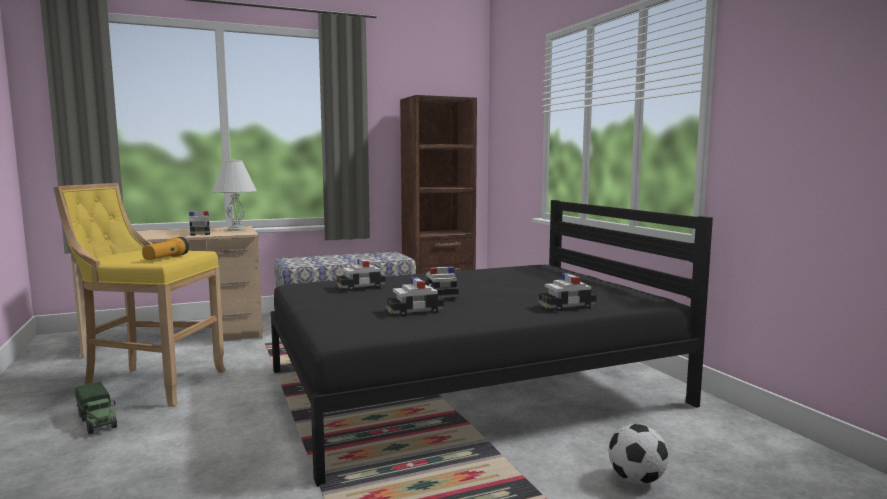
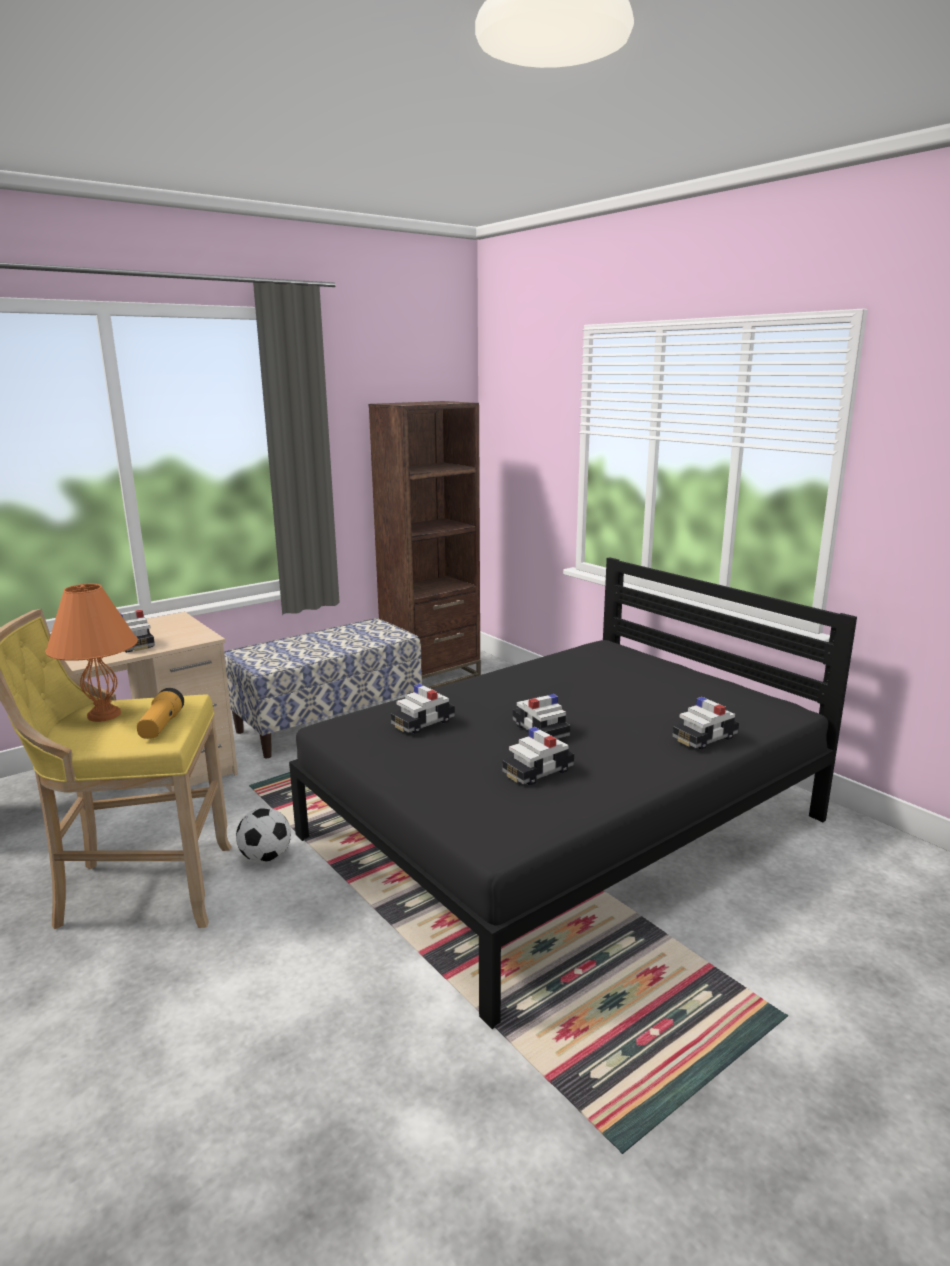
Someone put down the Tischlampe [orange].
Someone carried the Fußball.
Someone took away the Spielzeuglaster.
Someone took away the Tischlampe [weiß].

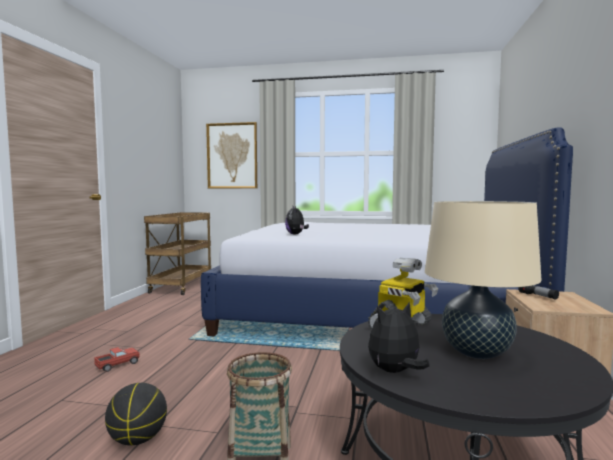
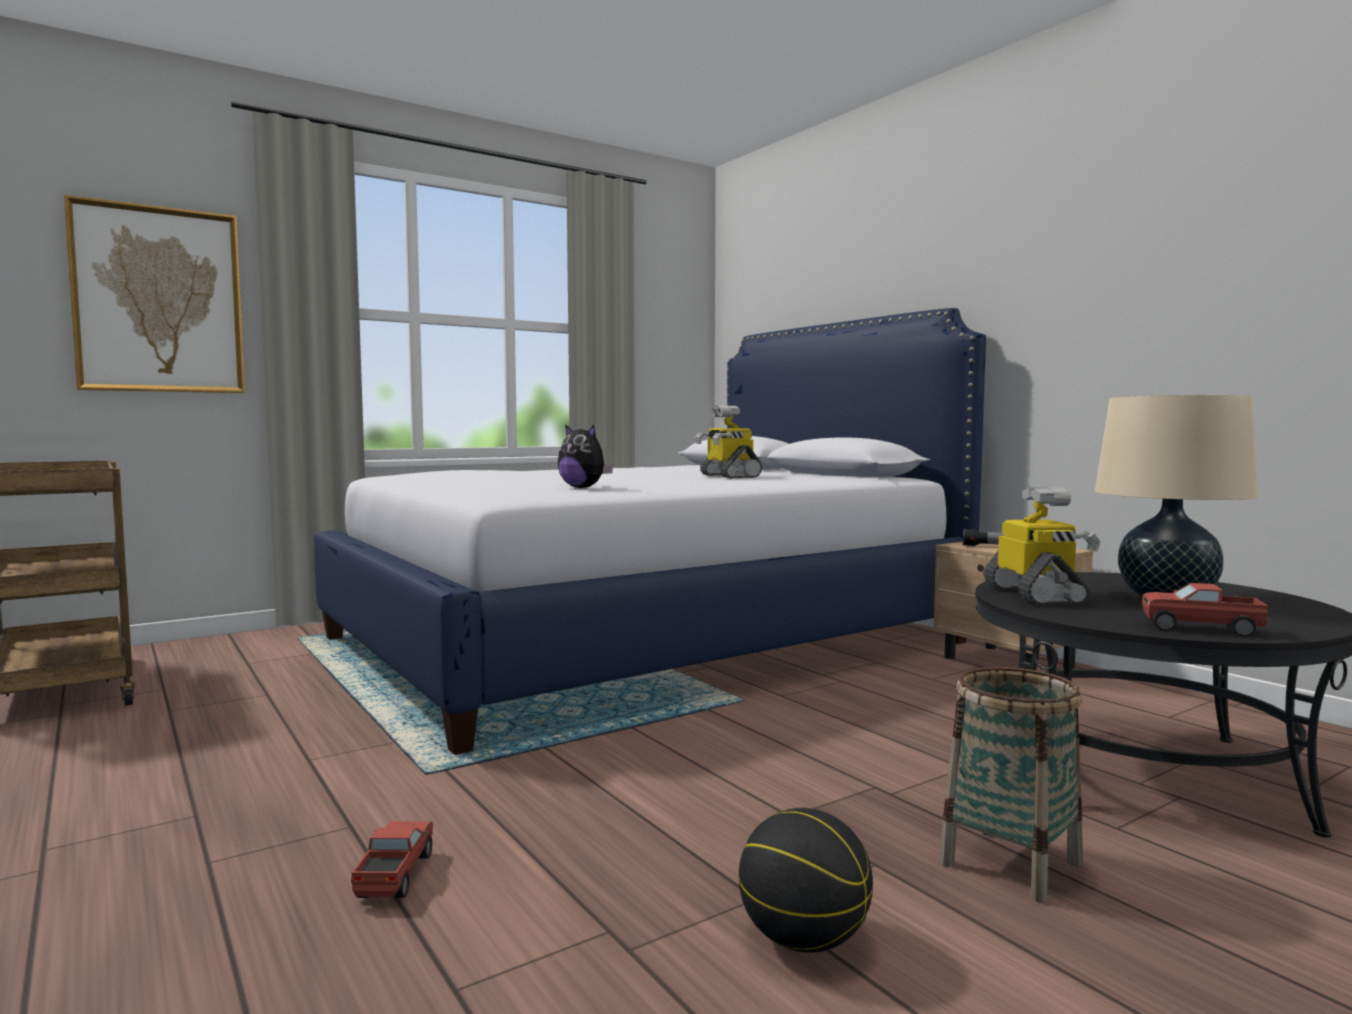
Someone put down the Spielzeugroboter (no. 1 from left).
Someone swapped the Plüschtier (no. 2 from left) for the Spielzeuglaster (no. 2 from left).

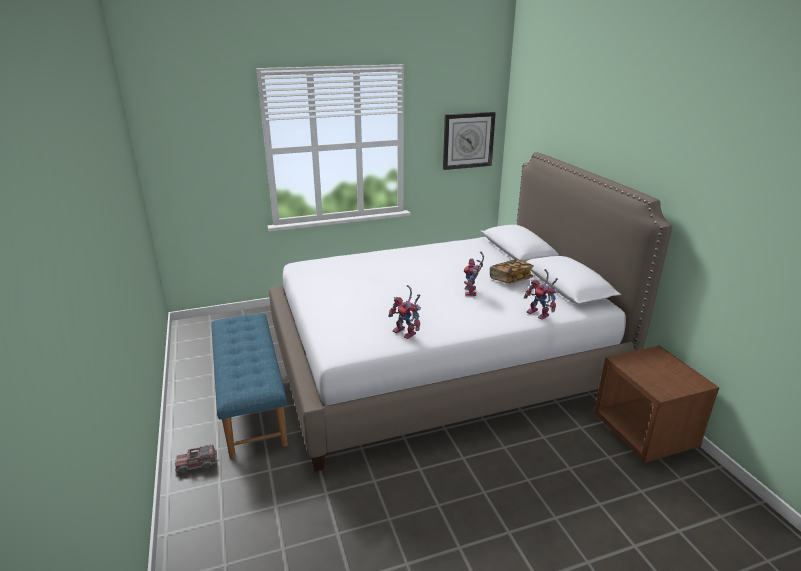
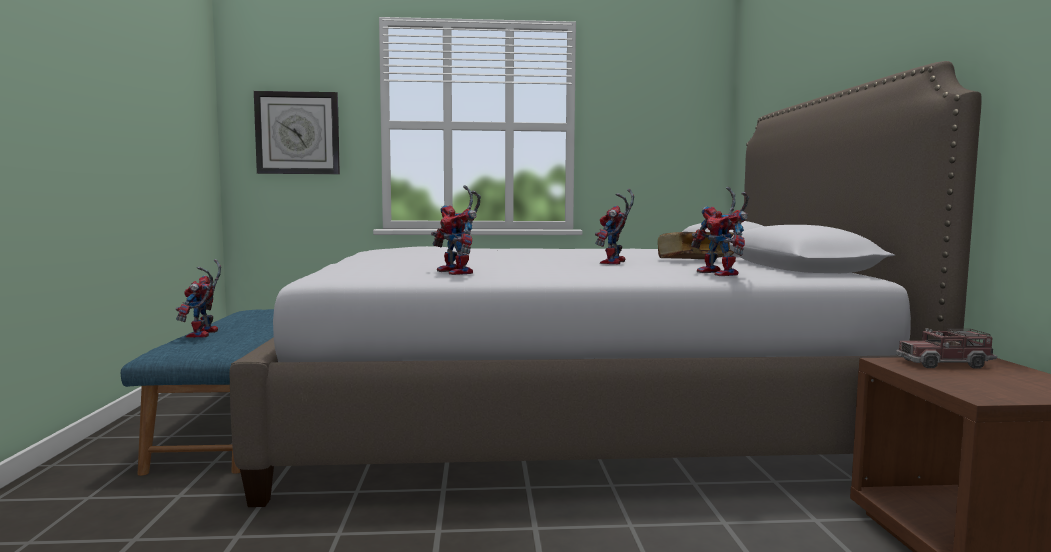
Someone put down the Spielzeugroboter (no. 1 from left).
Someone carried the Wanduhr.
Someone carried the Spielzeuglaster.

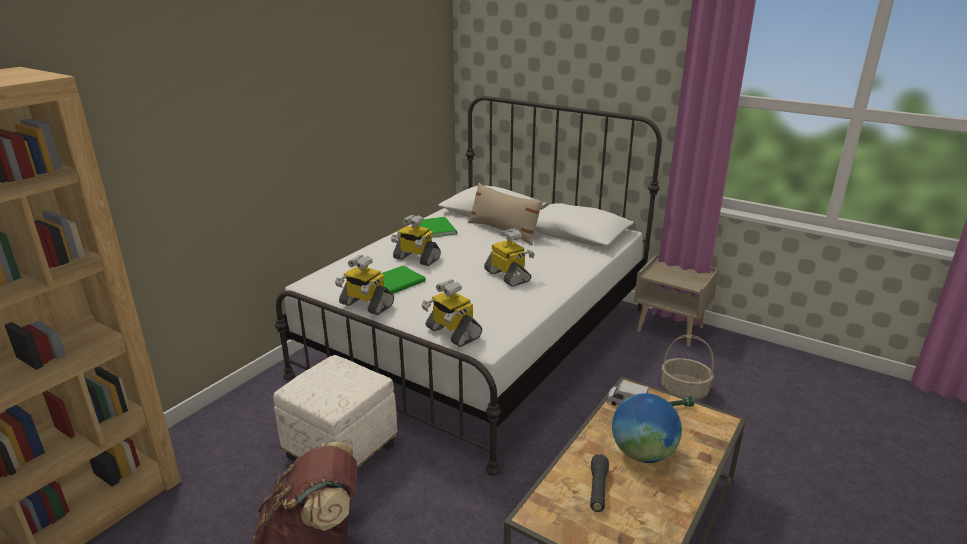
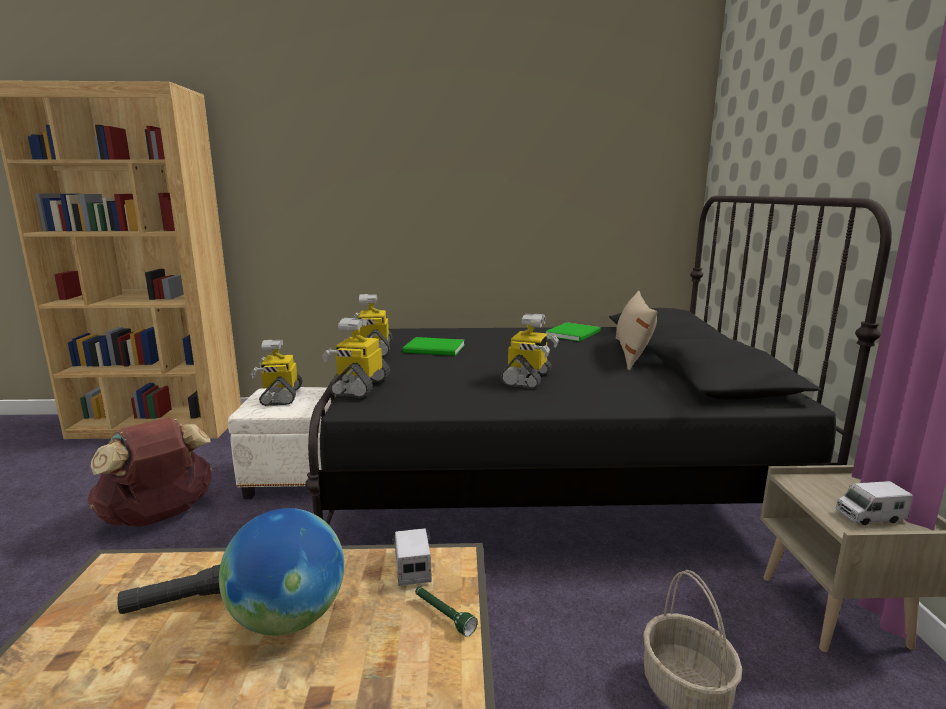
Someone carried the Spielzeugroboter (no. 2 from left in the first image).
Someone repainted the Bett [weiß], which became the Bett [schwarz].
Someone put down the Spielzeuglaster (no. 2 from left).

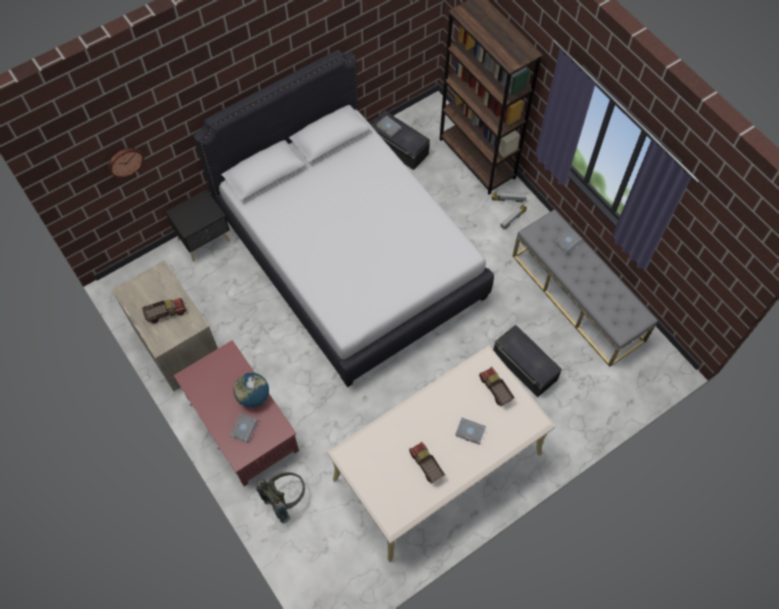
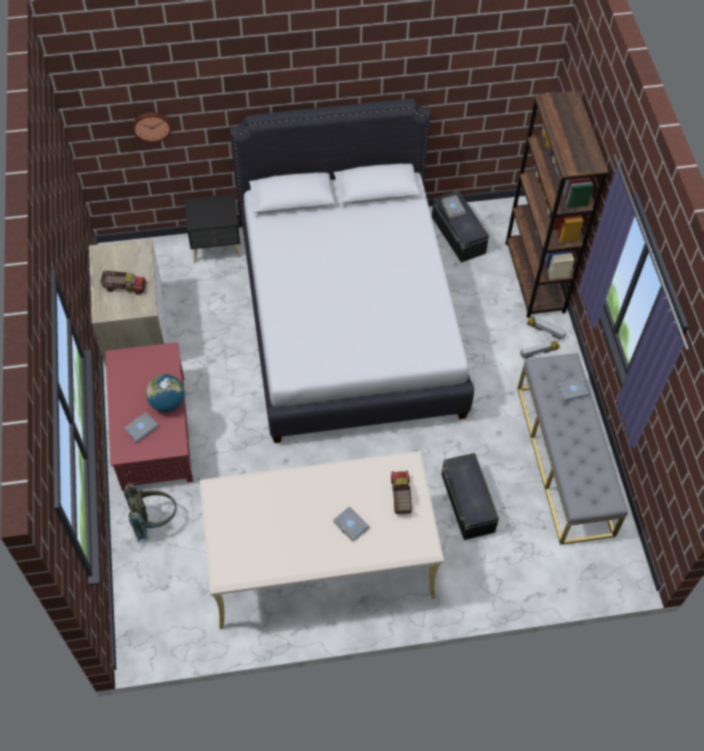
Someone took away the Spielzeuglaster (no. 2 from left).

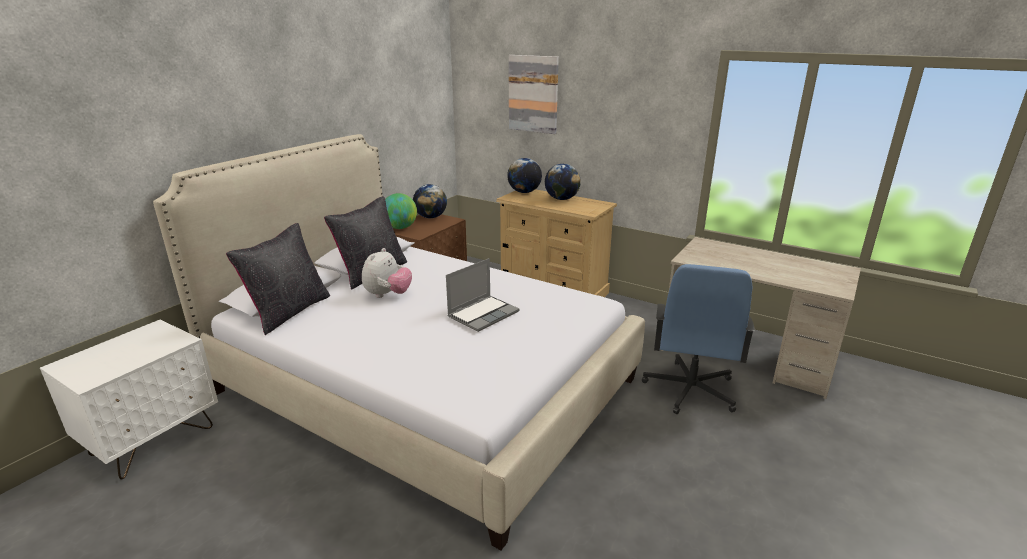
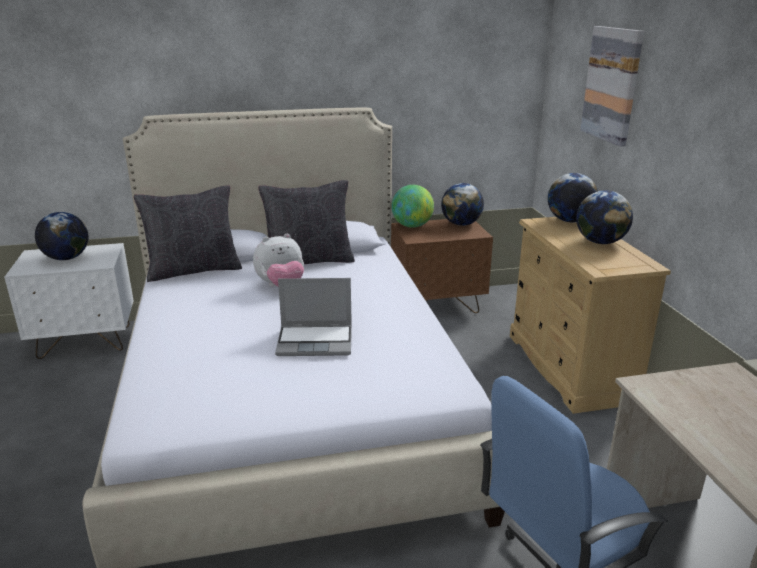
Someone put down the Globus (no. 1 from left).

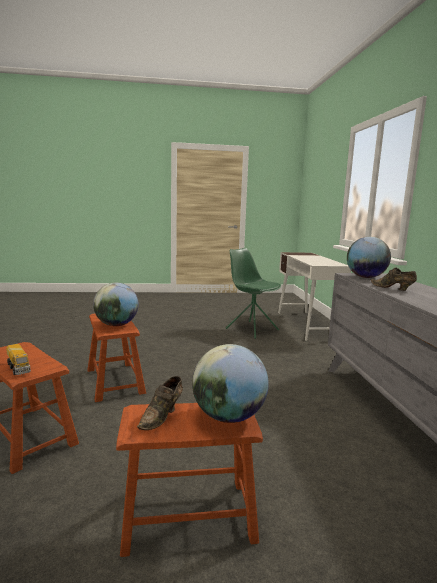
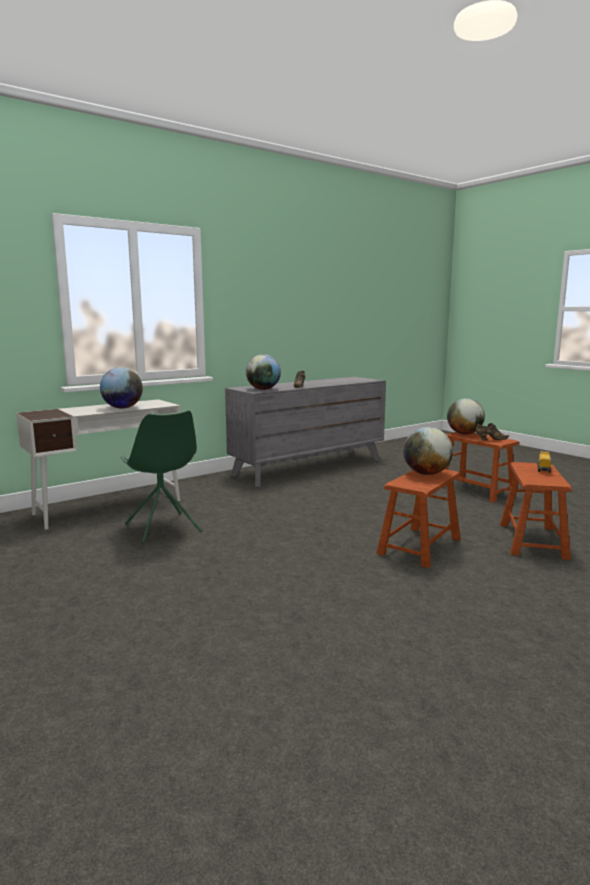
Someone put down the Globus (no. 1 from left).
Someone rotated the Stuhl [grün] by 45 degrees counterclockwise.

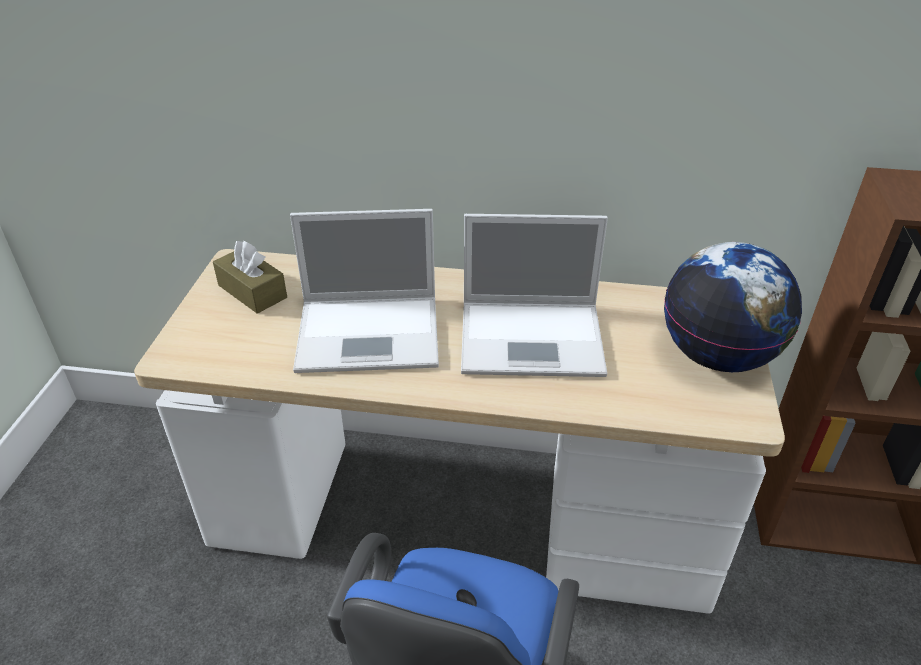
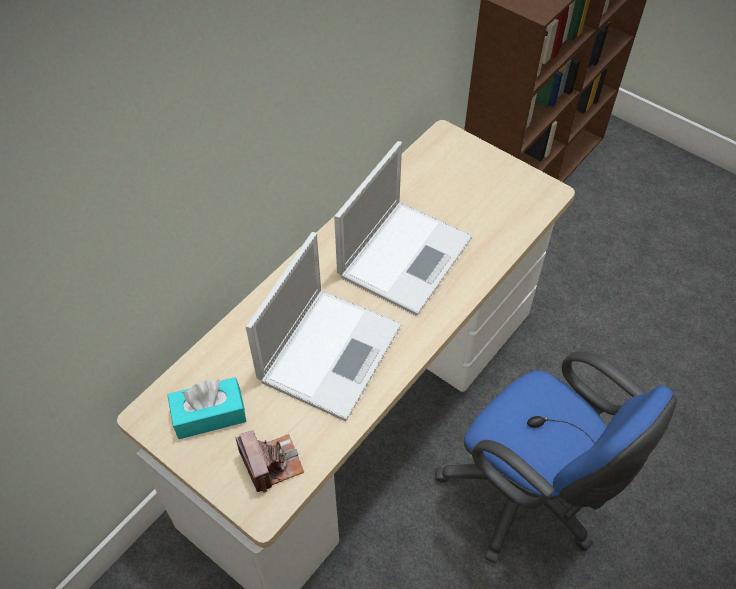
Someone repainted the Taschentuchbox [braun], which became the Taschentuchbox [türkis].
Someone put down the Kamera.
Someone took away the Globus.

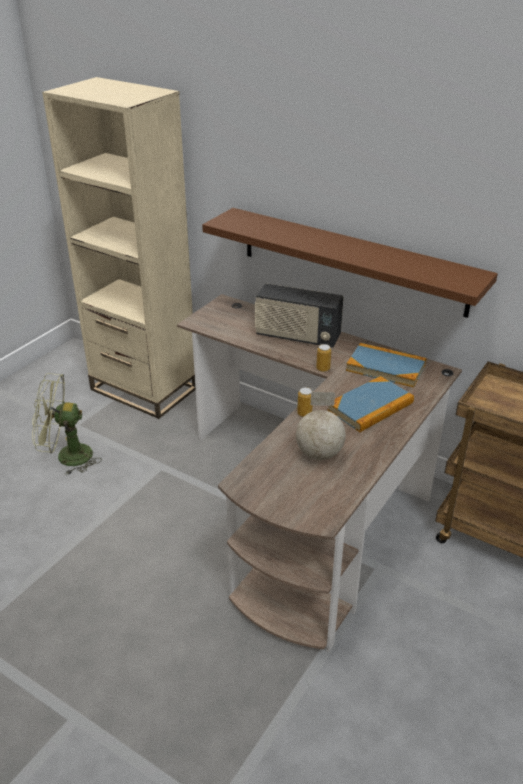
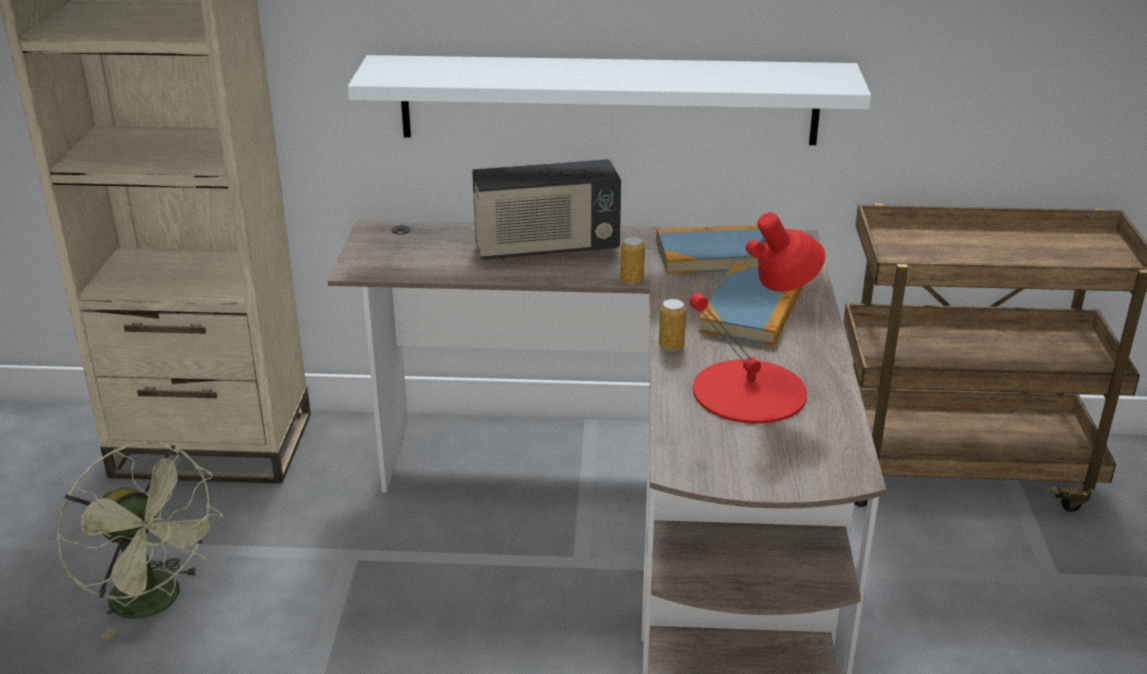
Someone rotated the Ventilator [grün] by 105 degrees counterclockwise.
Someone repainted the Wandregal [braun], which became the Wandregal [weiß].
Someone swapped the Globus for the Tischlampe [rot].

